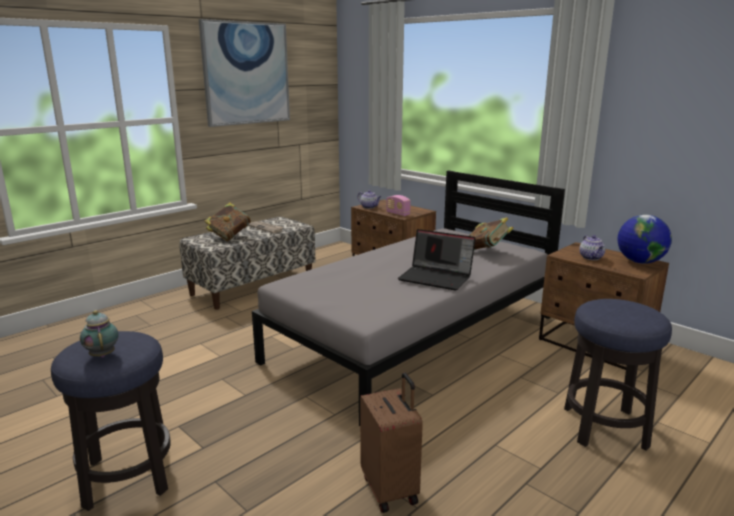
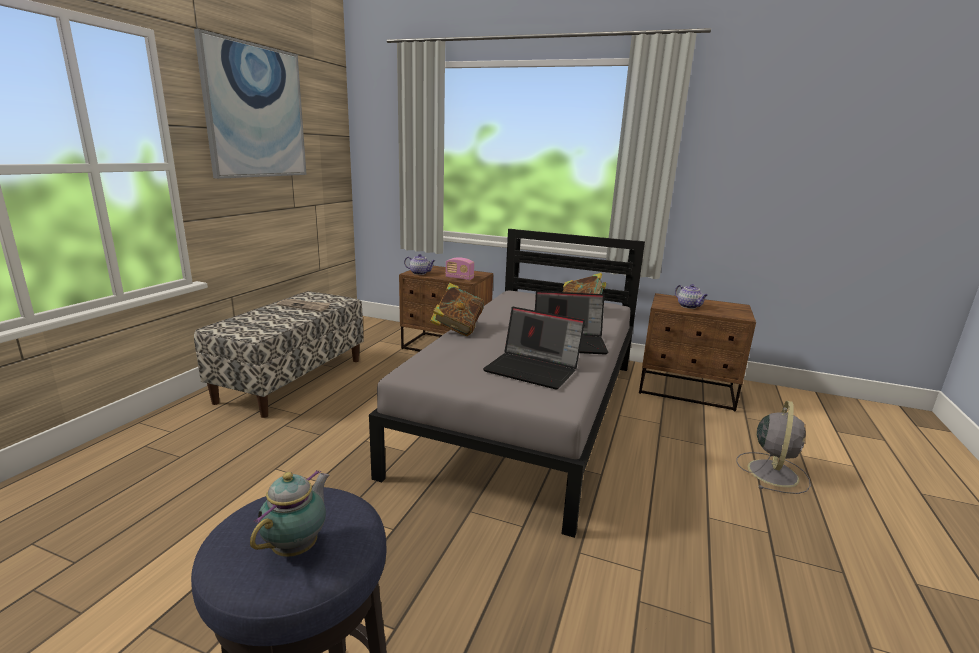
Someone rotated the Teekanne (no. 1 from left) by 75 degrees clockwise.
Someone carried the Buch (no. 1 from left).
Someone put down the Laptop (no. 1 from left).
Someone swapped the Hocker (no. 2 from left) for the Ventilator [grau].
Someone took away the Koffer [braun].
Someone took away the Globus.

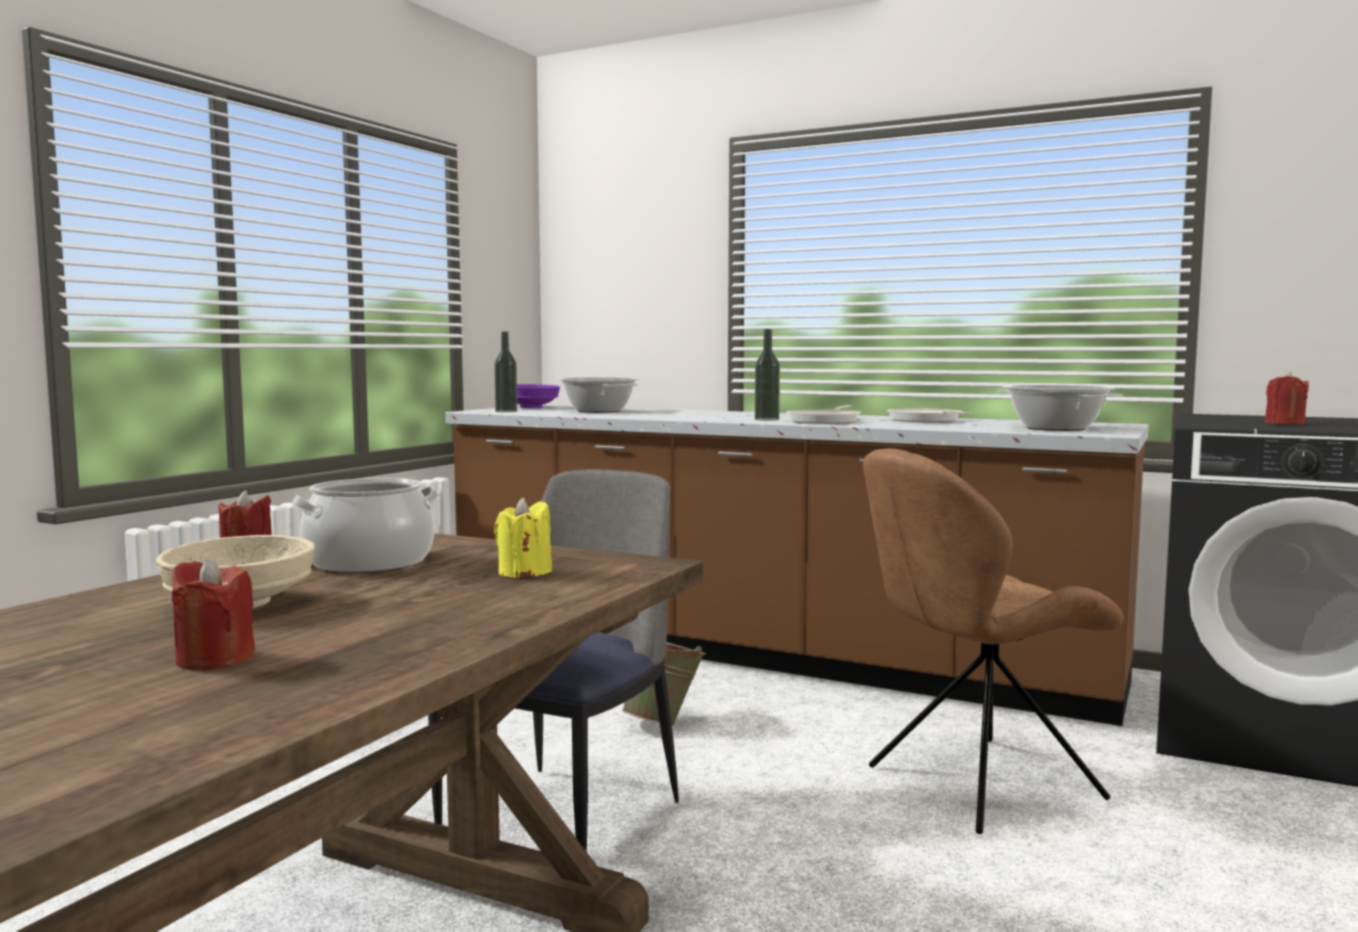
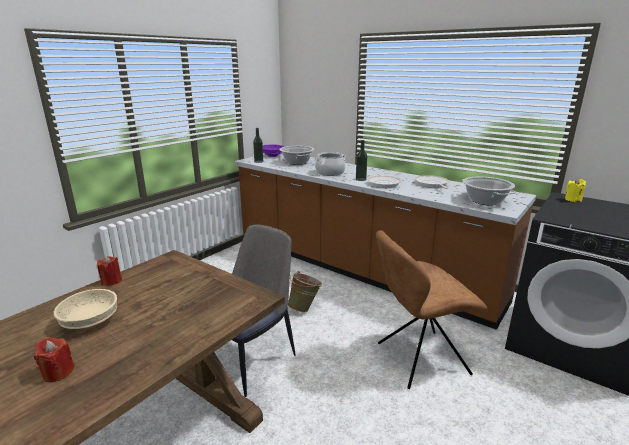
Someone carried the Kochtopf (no. 1 from left in the first image).
Someone carried the Kerze [gelb].
Someone took away the Kerze [rot] (no. 3 from left).

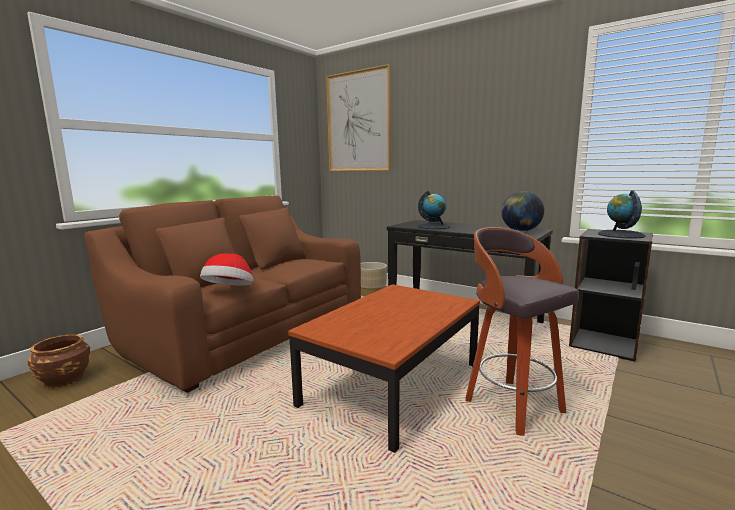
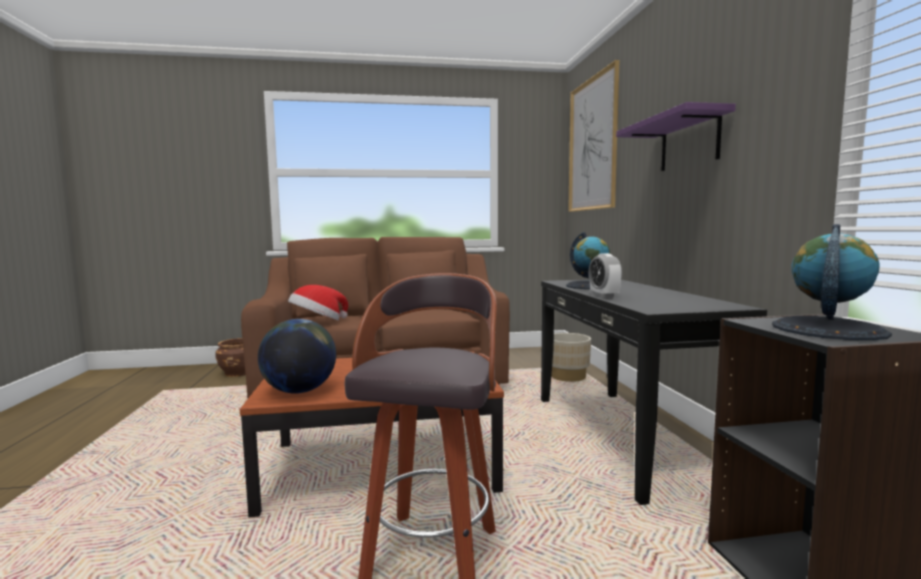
Someone carried the Globus (no. 2 from left in the first image).
Someone put down the Wecker.
Someone put up the Wandregal [lila].

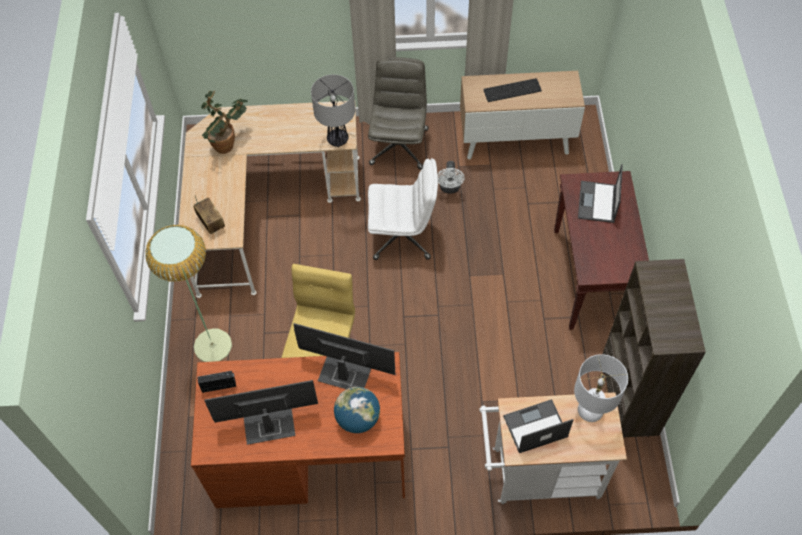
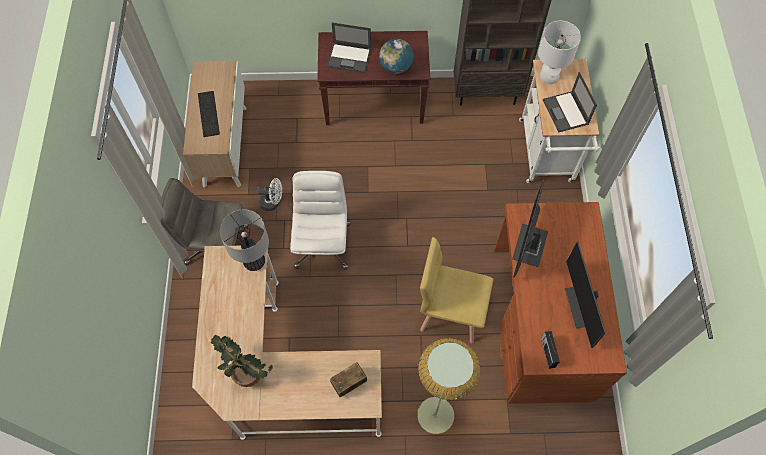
Someone carried the Globus.

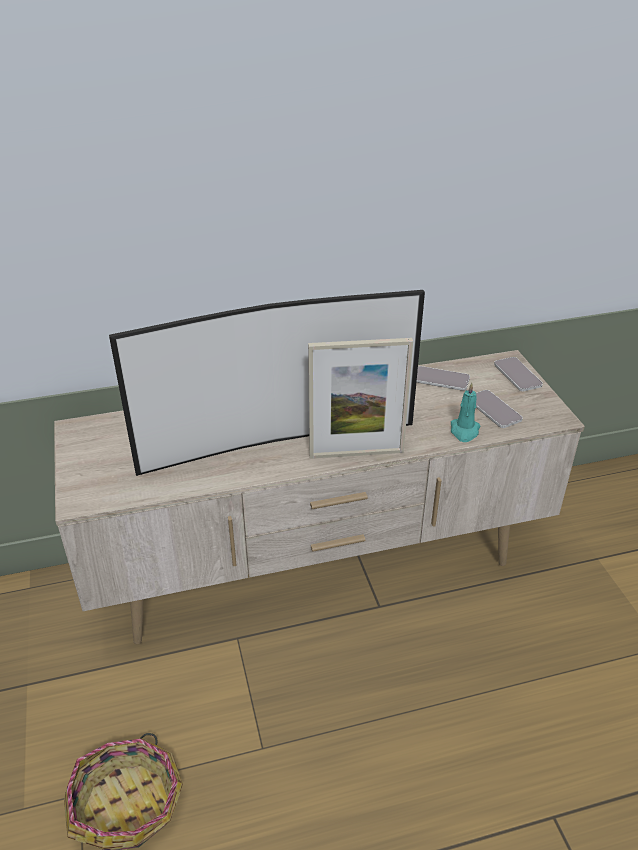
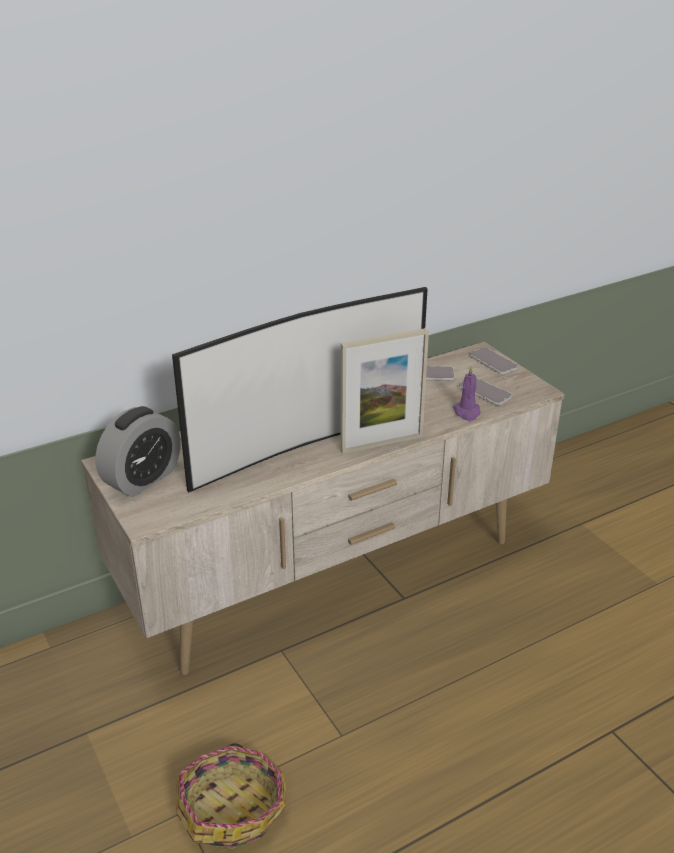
Someone put down the Wecker.
Someone repainted the Kerze [türkis], which became the Kerze [lila].

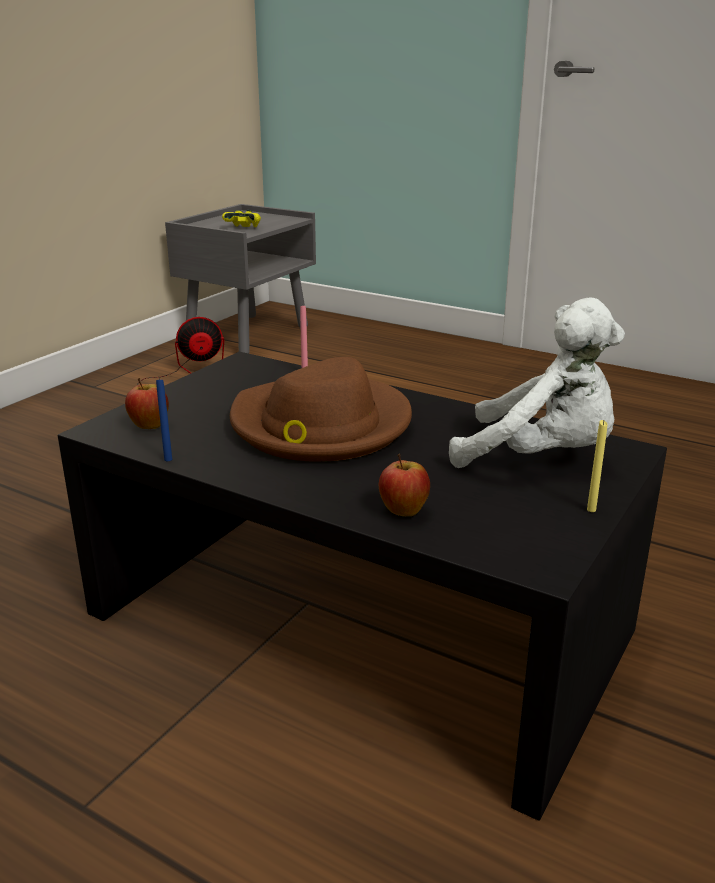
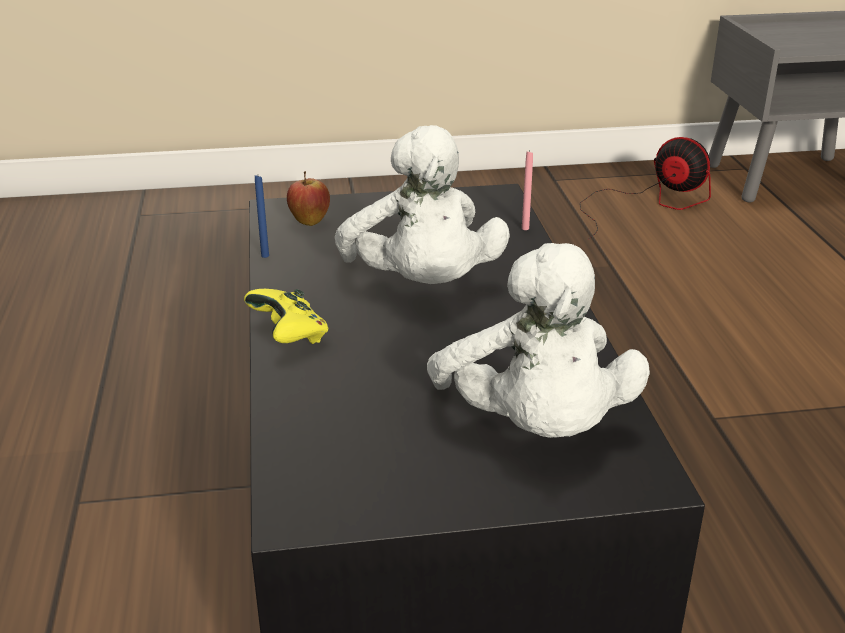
Someone carried the Gamepad [gelb].
Someone swapped the Hut [braun] for the Plüschtier [weiß] (no. 1 from left).
Someone took away the Apfel (no. 2 from left).
Someone took away the Kerze [gelb].

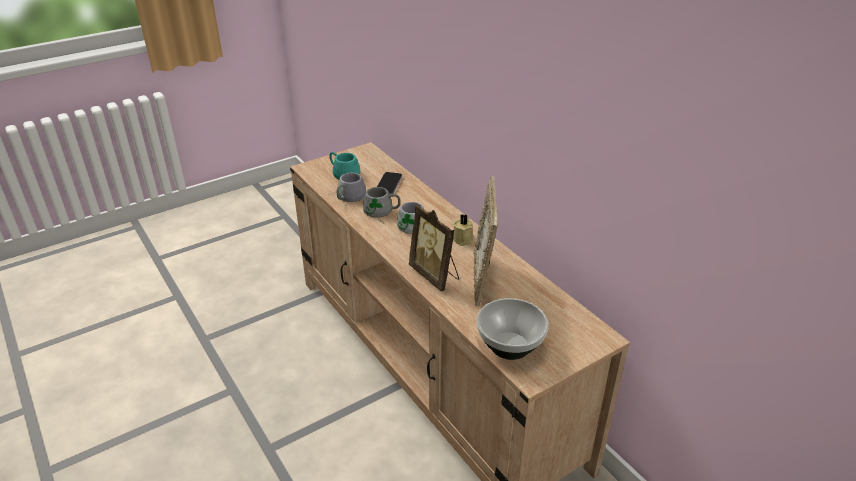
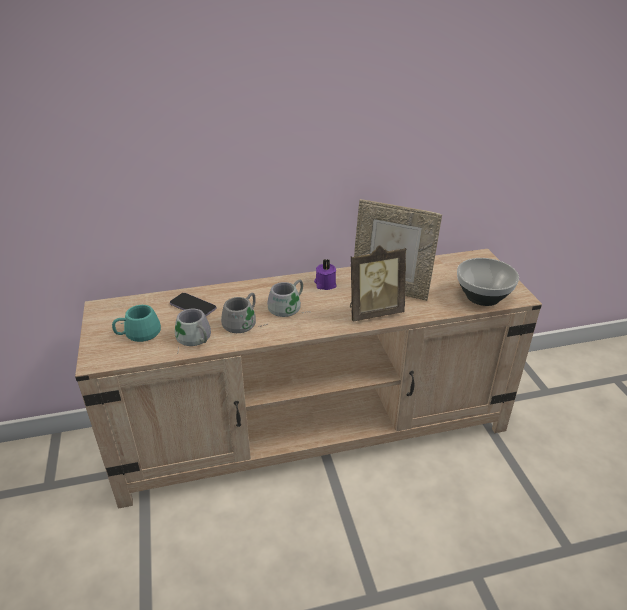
Someone repainted the Kerze [beige], which became the Kerze [lila].

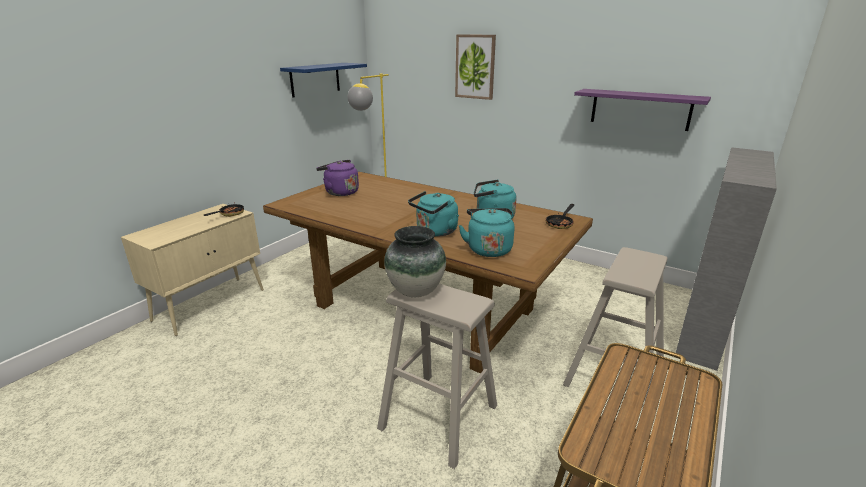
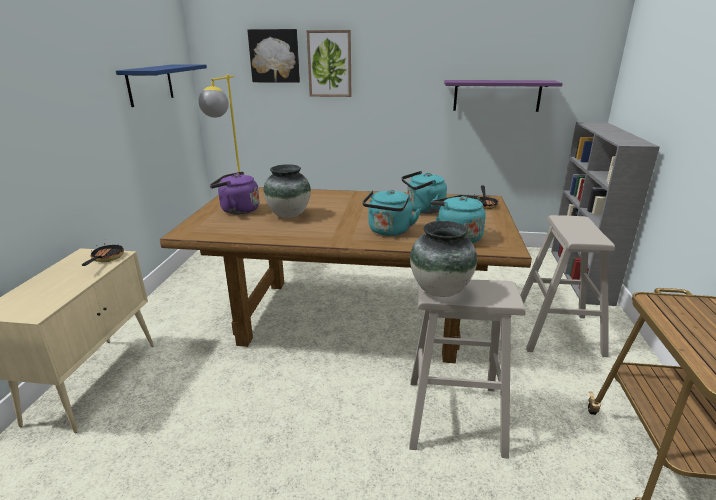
Someone put up the Bild (no. 1 from left).
Someone put down the Vase (no. 1 from left).

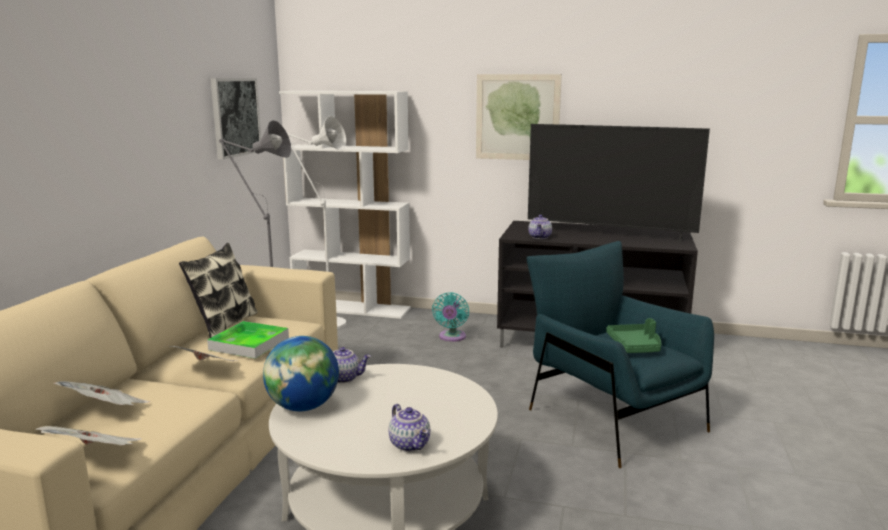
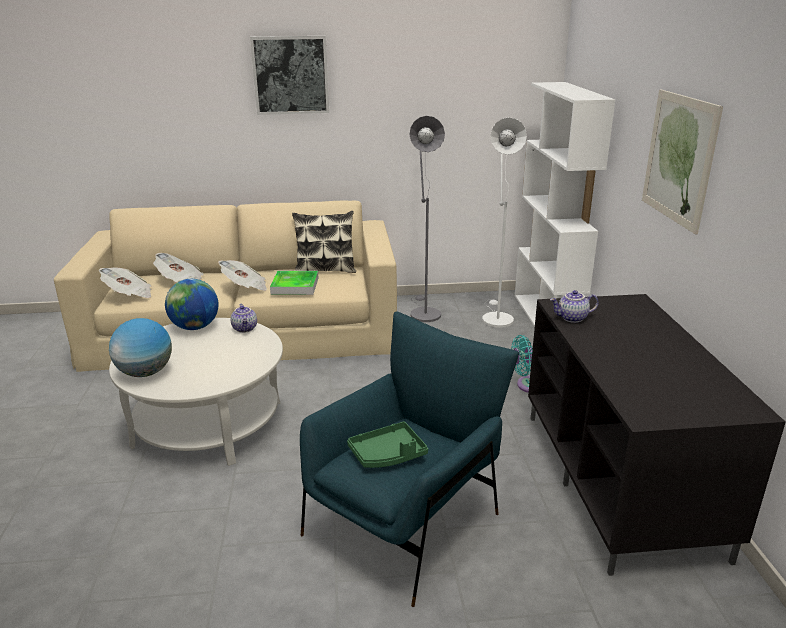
Someone swapped the Teekanne (no. 2 from left) for the Globus (no. 1 from left).
Someone carried the Bild (no. 1 from left).
Someone took away the Fernseher.

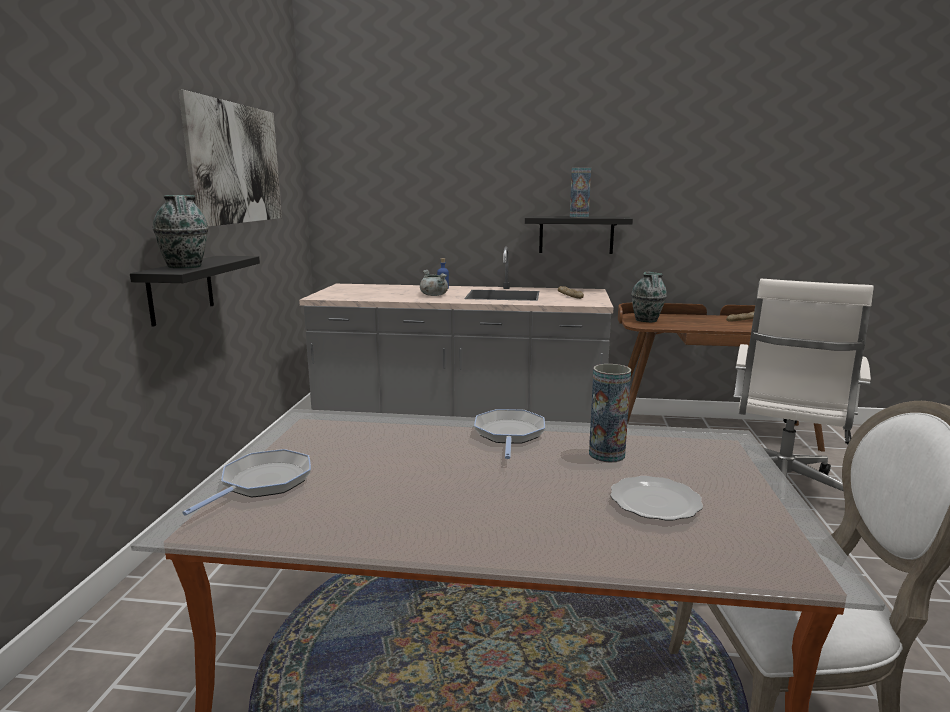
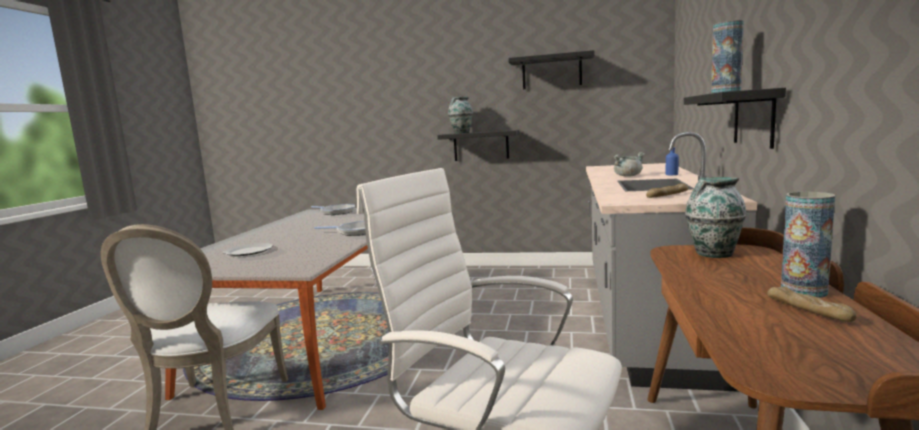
Someone swapped the Bild for the Wandregal [schwarz] (no. 2 from left).
Someone carried the Vase (no. 3 from left in the first image).

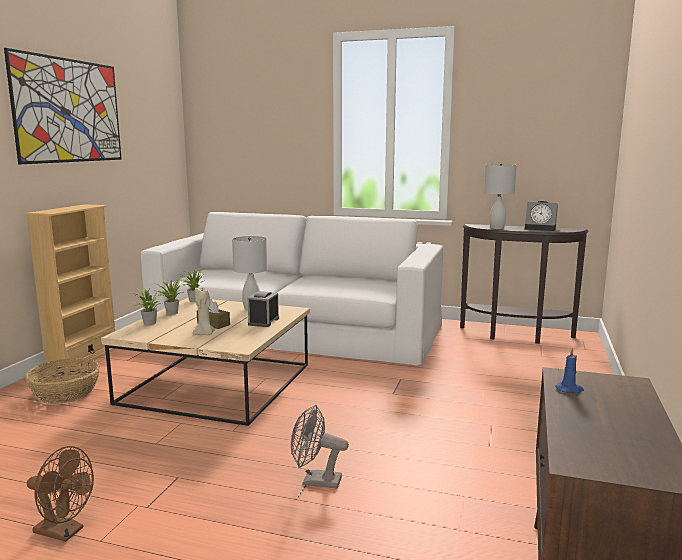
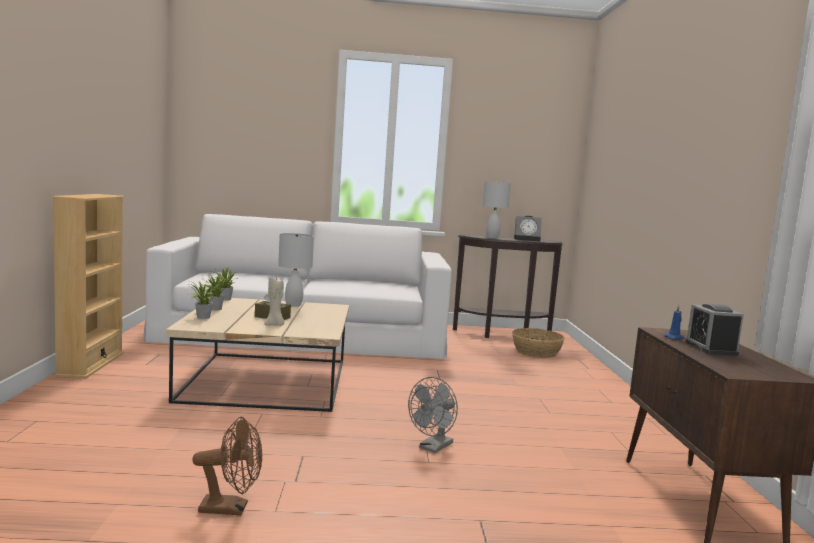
Someone rotated the Ventilator [grau] by 45 degrees counterclockwise.
Someone carried the Korb.
Someone carried the Wecker (no. 1 from left in the first image).
Someone took away the Bild.

